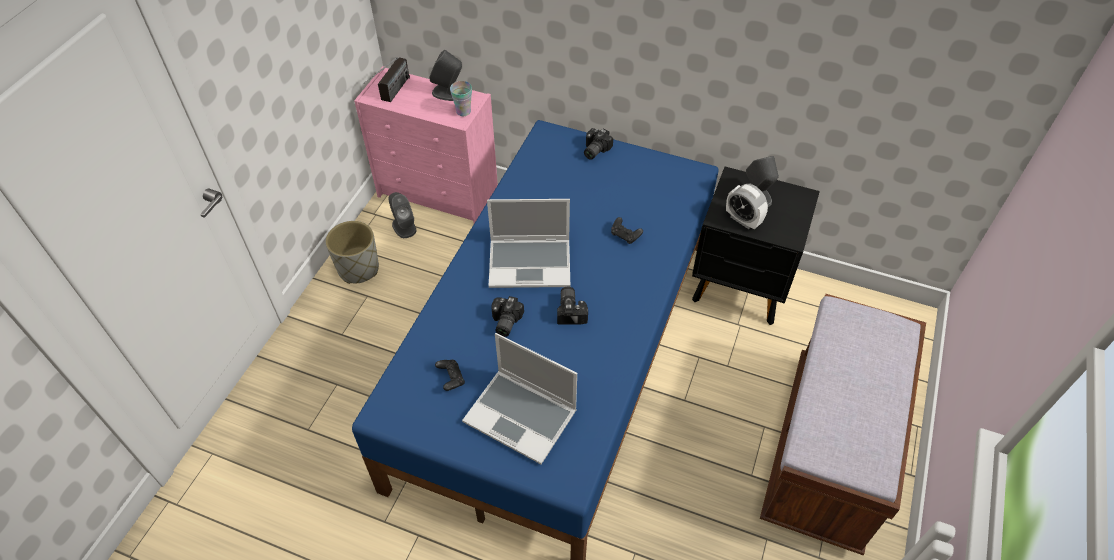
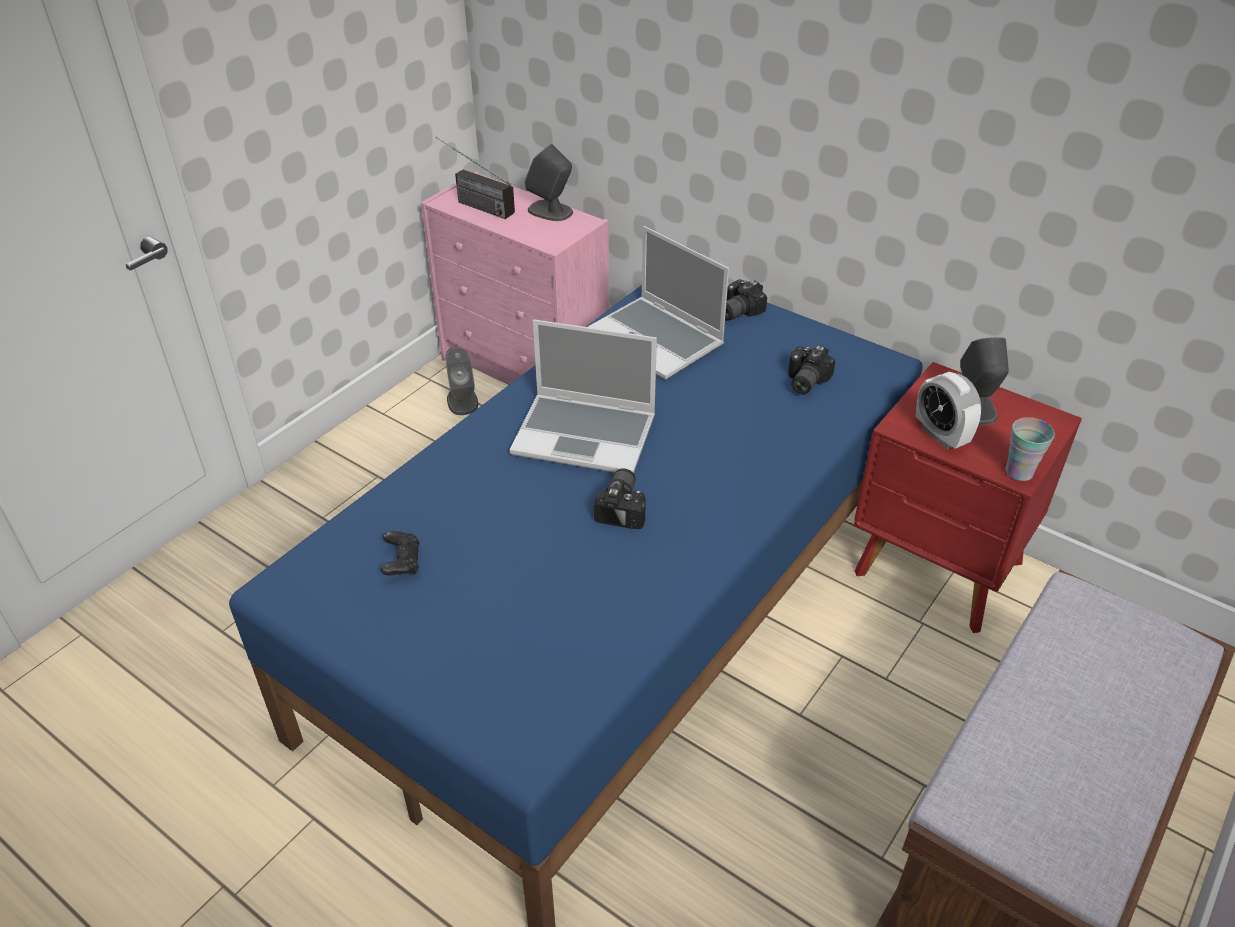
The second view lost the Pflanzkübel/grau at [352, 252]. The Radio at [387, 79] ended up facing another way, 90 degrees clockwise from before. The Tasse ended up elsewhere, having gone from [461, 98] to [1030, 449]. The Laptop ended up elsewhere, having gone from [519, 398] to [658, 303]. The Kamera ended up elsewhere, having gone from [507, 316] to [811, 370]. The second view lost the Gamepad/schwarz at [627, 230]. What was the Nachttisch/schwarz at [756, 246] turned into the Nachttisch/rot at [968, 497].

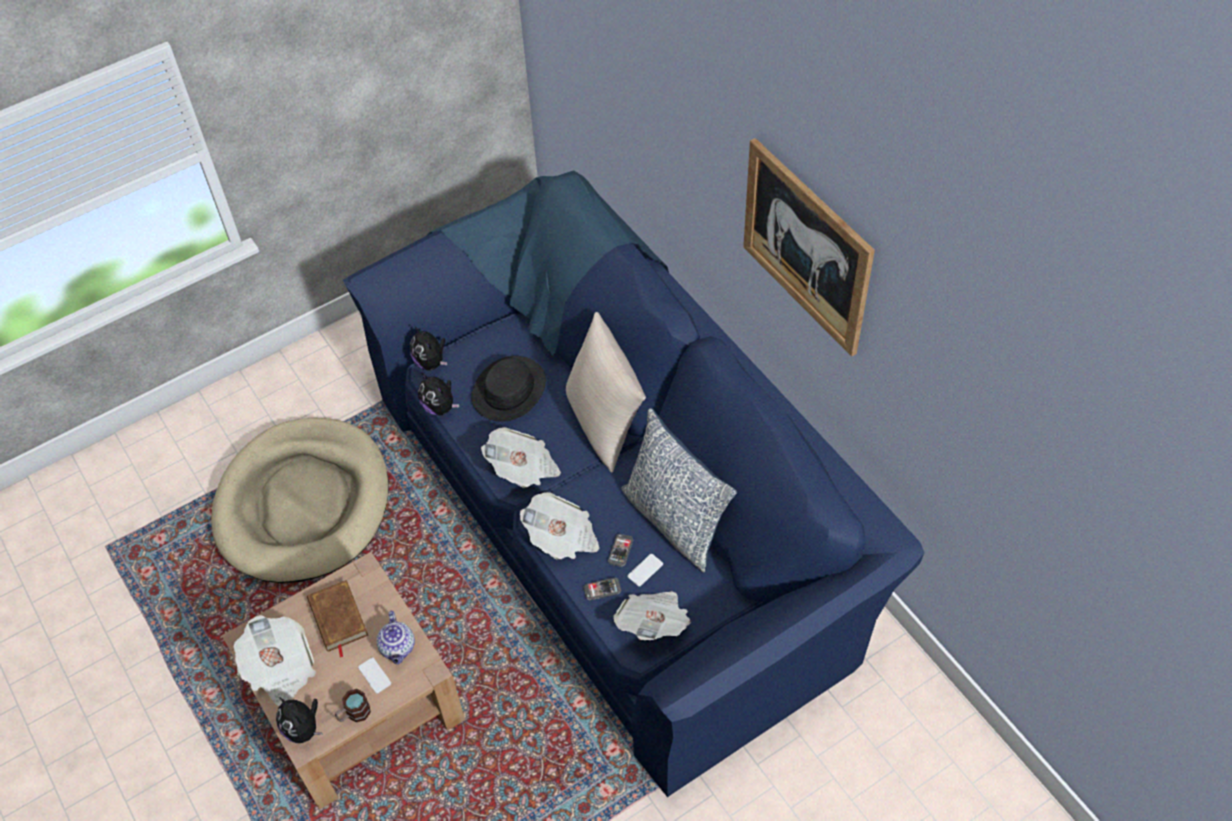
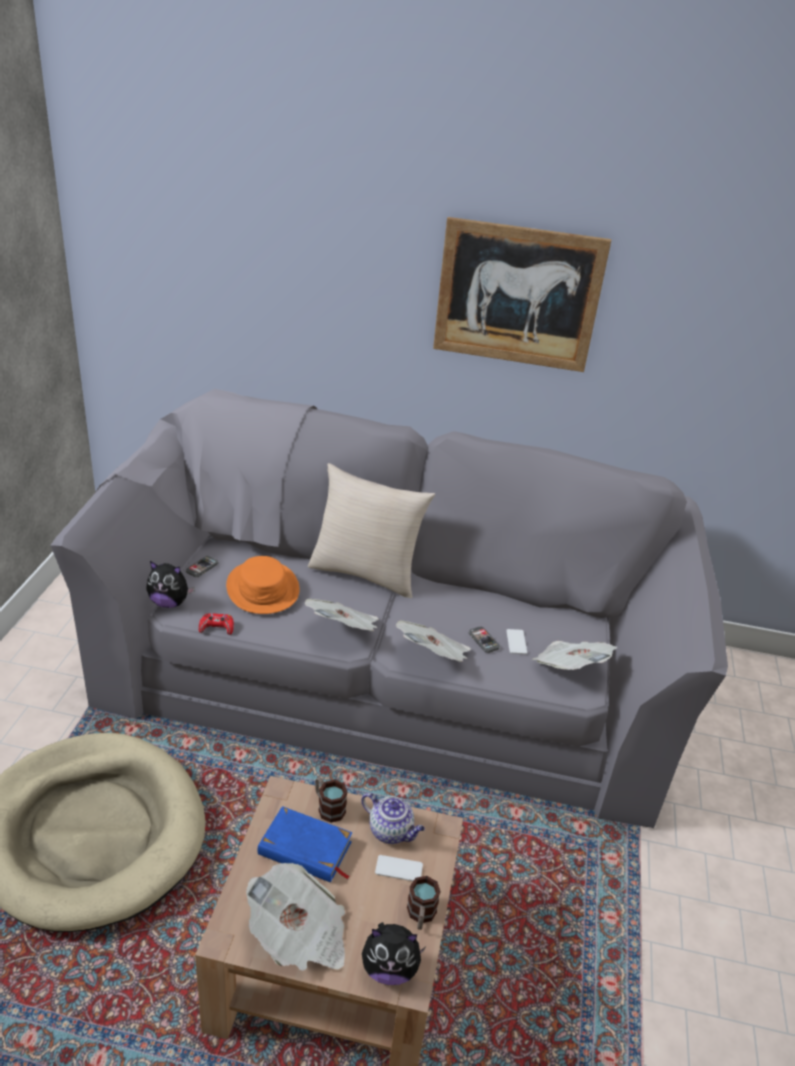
What was the Buch/braun at [337, 619] turned into the Buch/blau at [305, 844]. What was the Sofa/blau at [634, 483] turned into the Sofa/grau at [389, 608]. Where the Plüschtier stood at [438, 394], the Gamepad/rot came to stand at [216, 624]. What was the Hut/schwarz at [508, 389] turned into the Hut/orange at [262, 585]. The Handy ended up elsewhere, having gone from [602, 589] to [202, 566]. The second view lost the Kissen at [679, 490]. The second view gained the Henkelbecher at [331, 800].

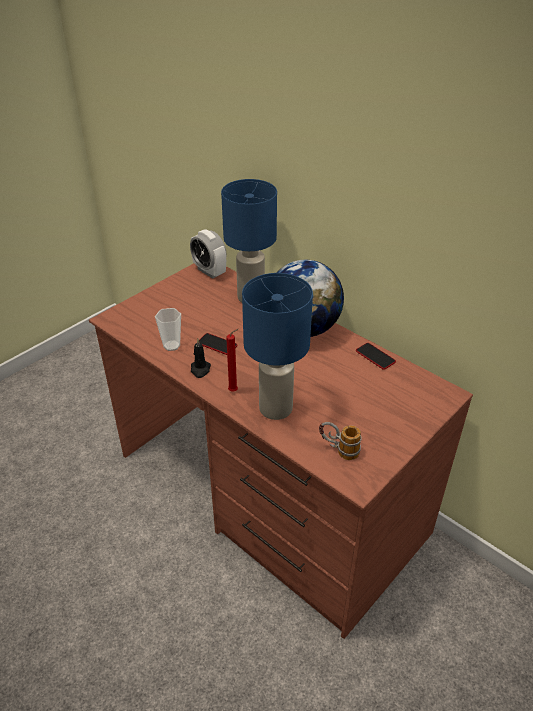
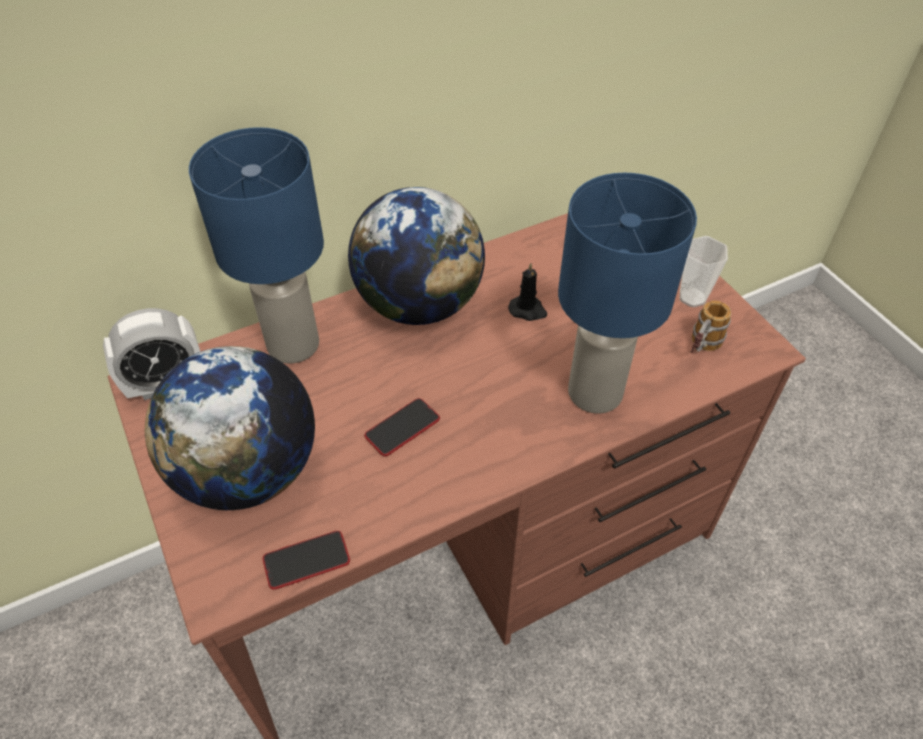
The Tasse ended up elsewhere, having gone from [168, 329] to [704, 271]. The Kerze/schwarz ended up elsewhere, having gone from [201, 358] to [527, 292]. The second view lost the Kerze/rot at [232, 360]. The Handy ended up elsewhere, having gone from [376, 356] to [306, 560]. The second view gained the Globus at [230, 428].

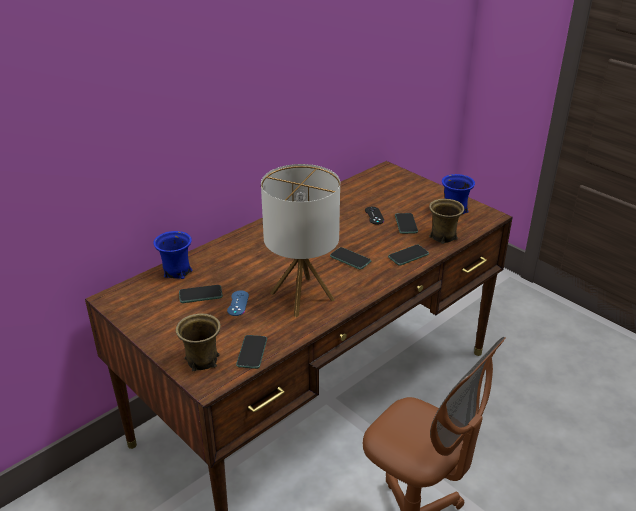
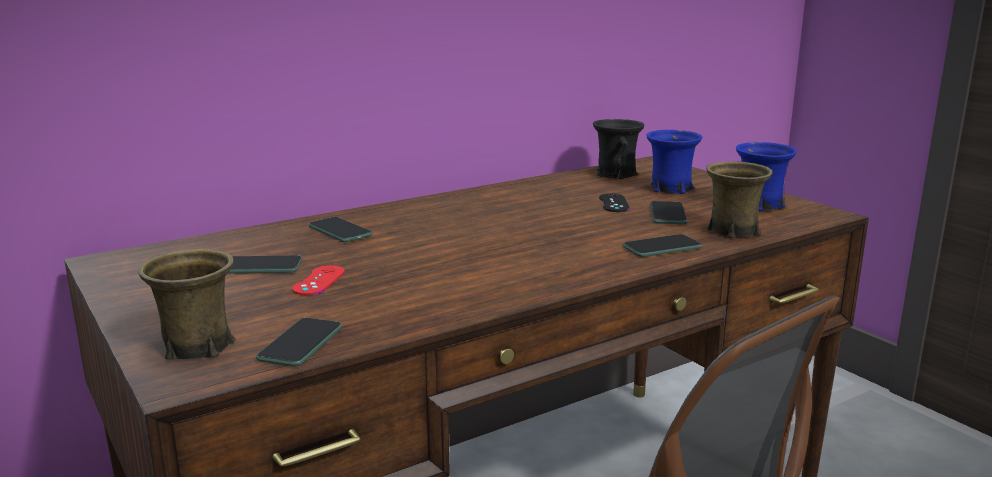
The Henkelbecher/blau ended up elsewhere, having gone from [173, 255] to [674, 162]. What was the Gamepad/blau at [238, 303] turned into the Gamepad/rot at [318, 280]. The second view lost the Tischlampe at [300, 240]. The Handy ended up elsewhere, having gone from [350, 258] to [340, 229]. The second view gained the Henkelbecher/schwarz at [618, 149].

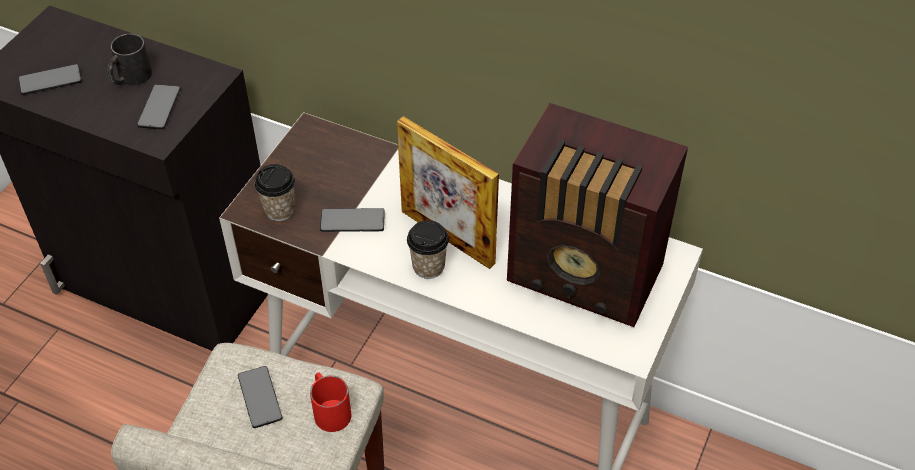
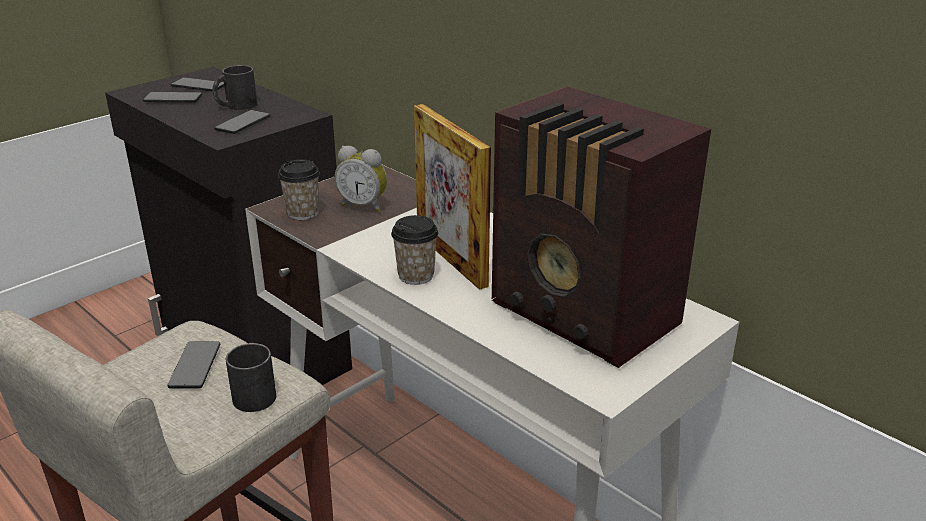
What was the Henkelbecher/rot at [331, 402] turned into the Henkelbecher/schwarz at [251, 377]. The Handy ended up elsewhere, having gone from [352, 220] to [197, 84]. The second view gained the Wecker at [361, 179].

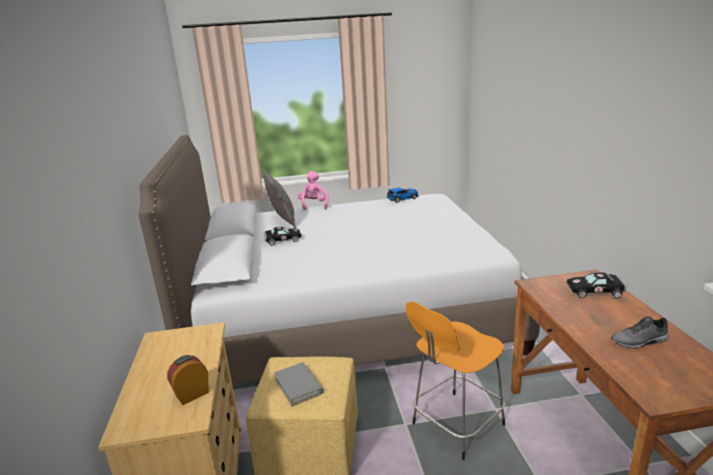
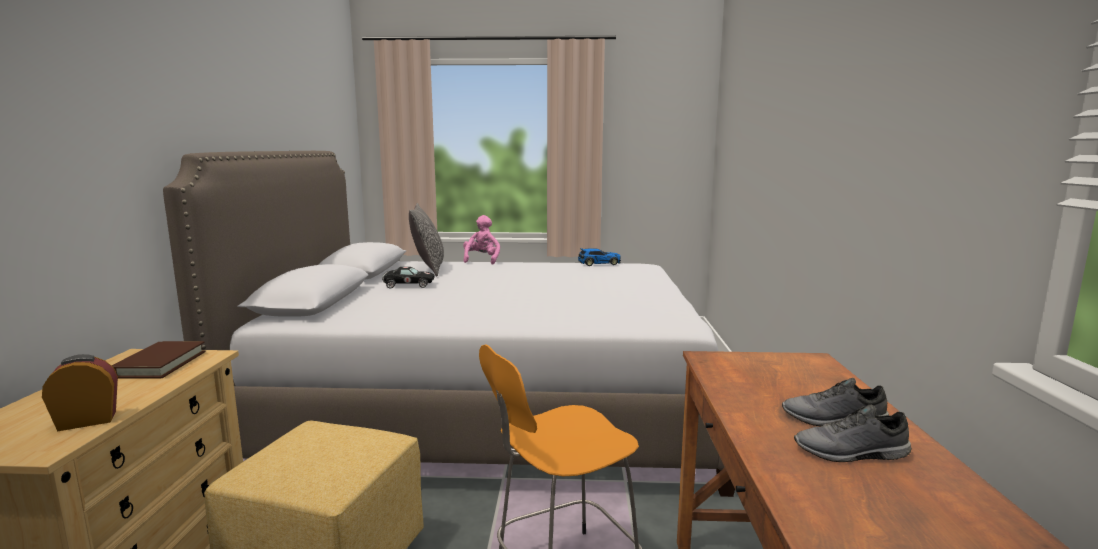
The second view lost the Buch/grau at [298, 384]. The second view lost the Spielzeugauto/schwarz at [596, 285]. The second view gained the Buch/braun at [159, 360]. The second view gained the Schuh/grau at [835, 402].

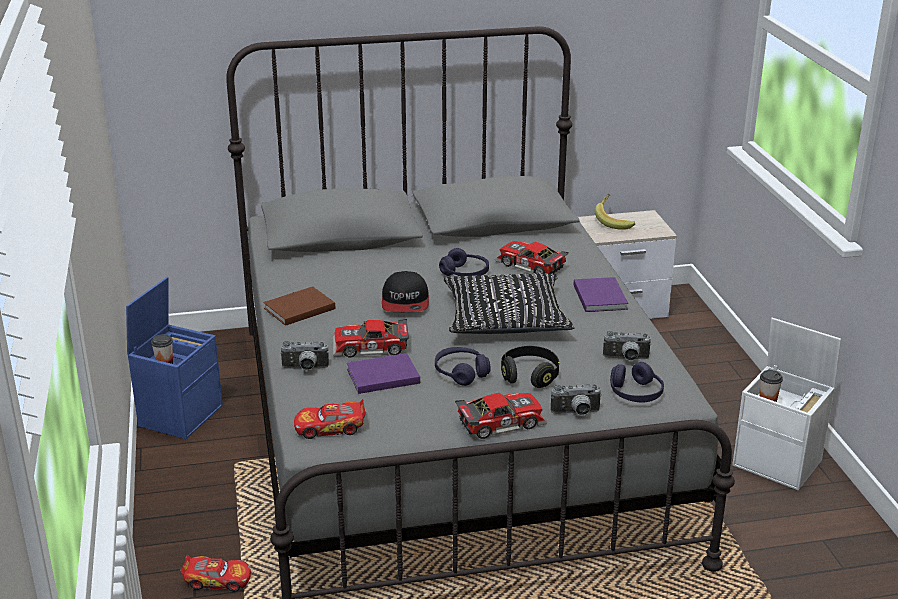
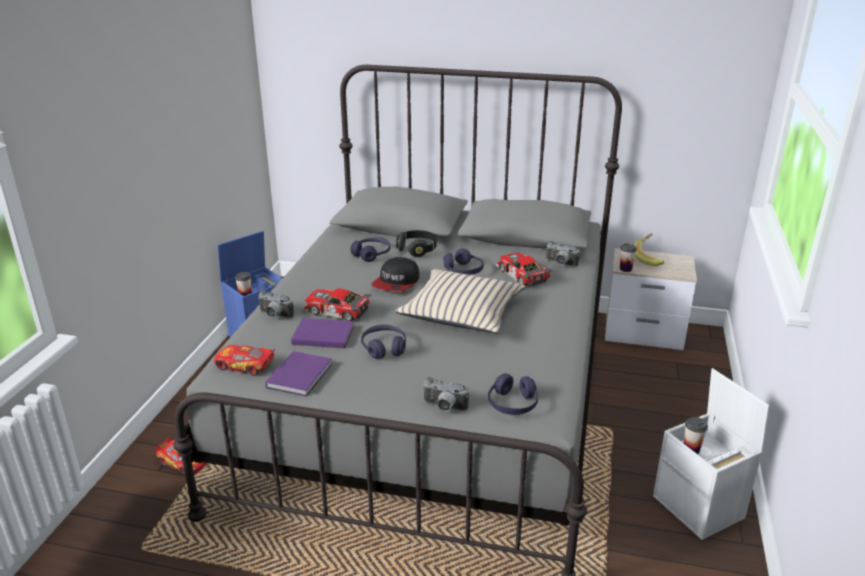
The second view lost the Buch/braun at [299, 306]. What was the Kissen/schwarz at [509, 303] turned into the Kissen/beige at [460, 301]. The second view lost the Spielzeugauto at [501, 416]. The Kopfhörer/schwarz ended up elsewhere, having gone from [530, 367] to [416, 243]. The Buch/lila ended up elsewhere, having gone from [601, 294] to [298, 374]. The Kamera ended up elsewhere, having gone from [627, 346] to [563, 254]. The second view gained the Kopfhörer/lila at [370, 250]. The second view gained the Tasse at [628, 257].

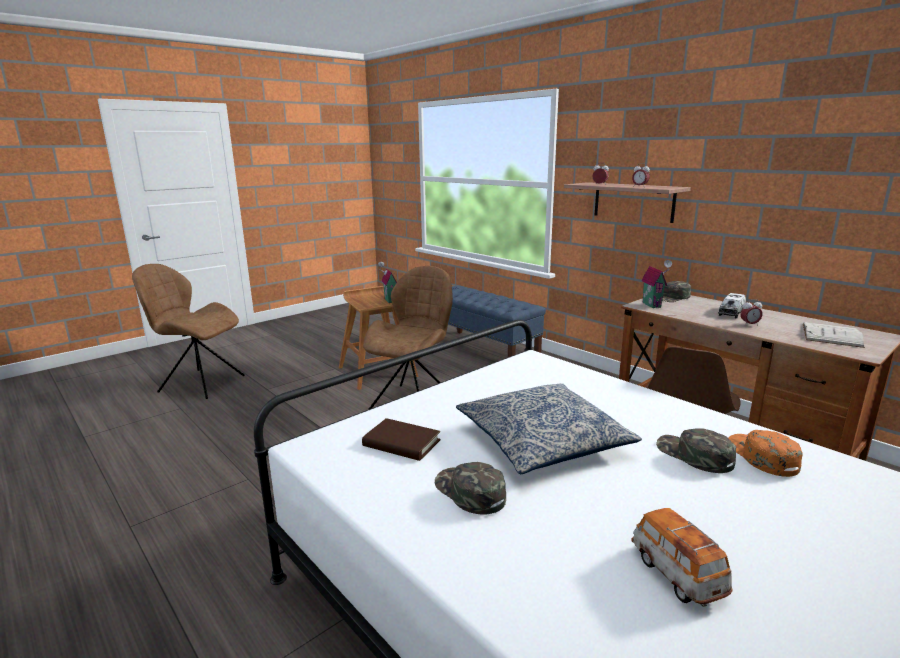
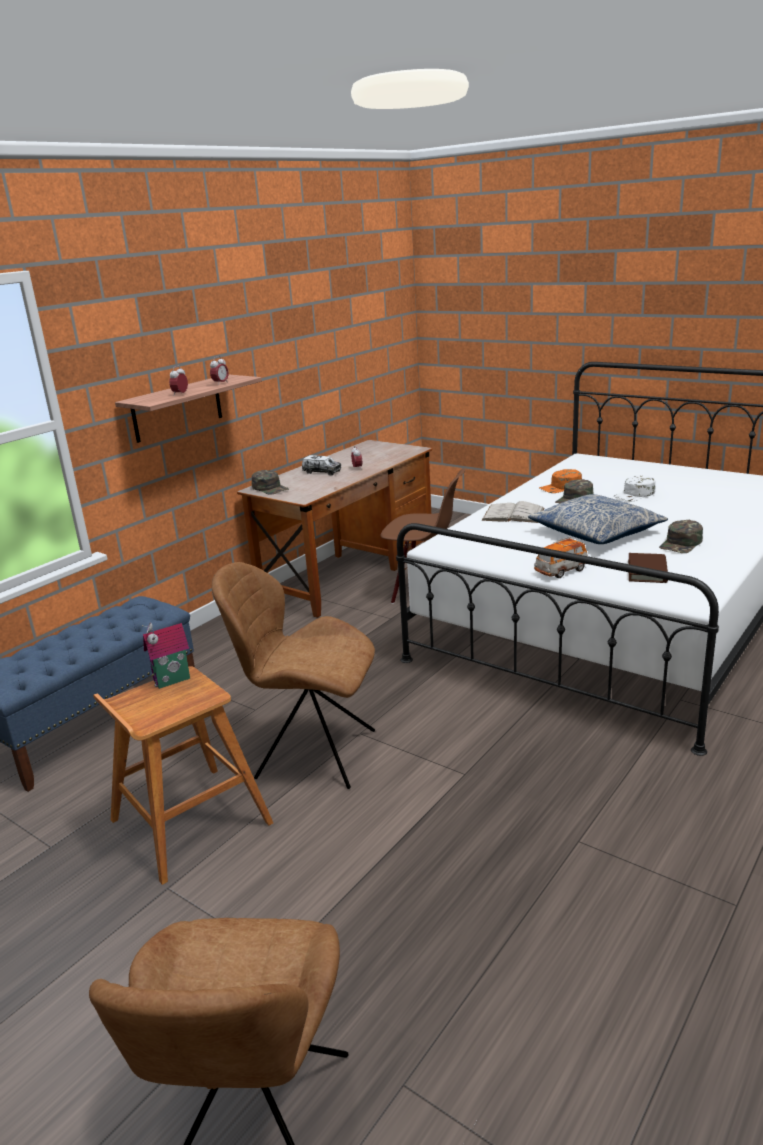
The Spielzeugauto ended up elsewhere, having gone from [682, 557] to [561, 557]. The second view lost the Spielzeughaus at [656, 284]. The Buch/weiß ended up elsewhere, having gone from [834, 335] to [513, 512]. The second view gained the Kappe/weiß at [634, 488].

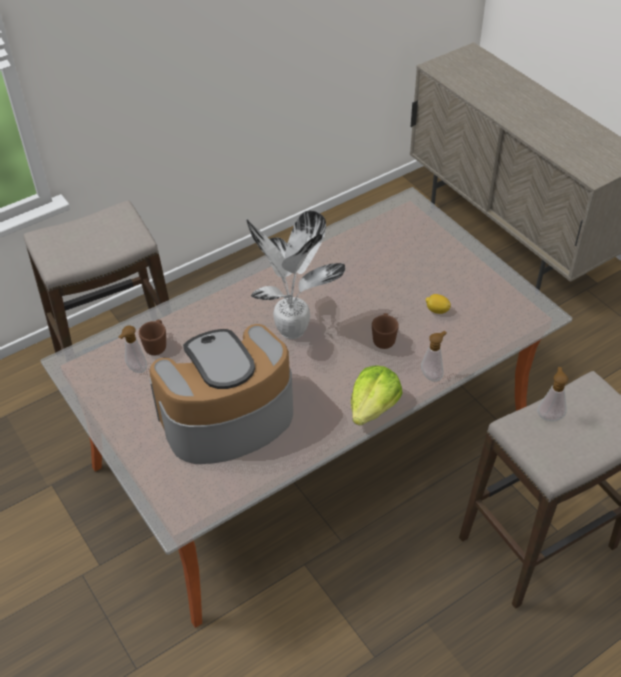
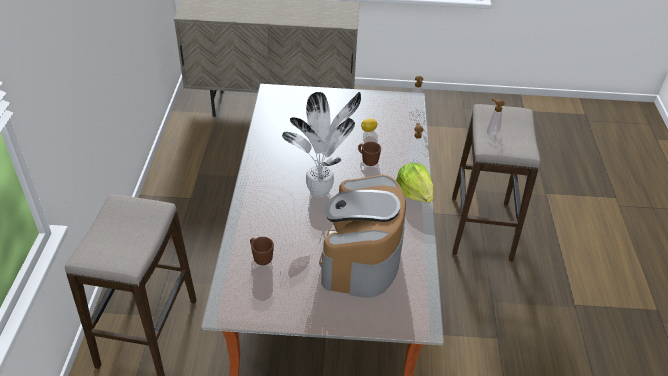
The Seifenspender ended up elsewhere, having gone from [132, 349] to [415, 93].

